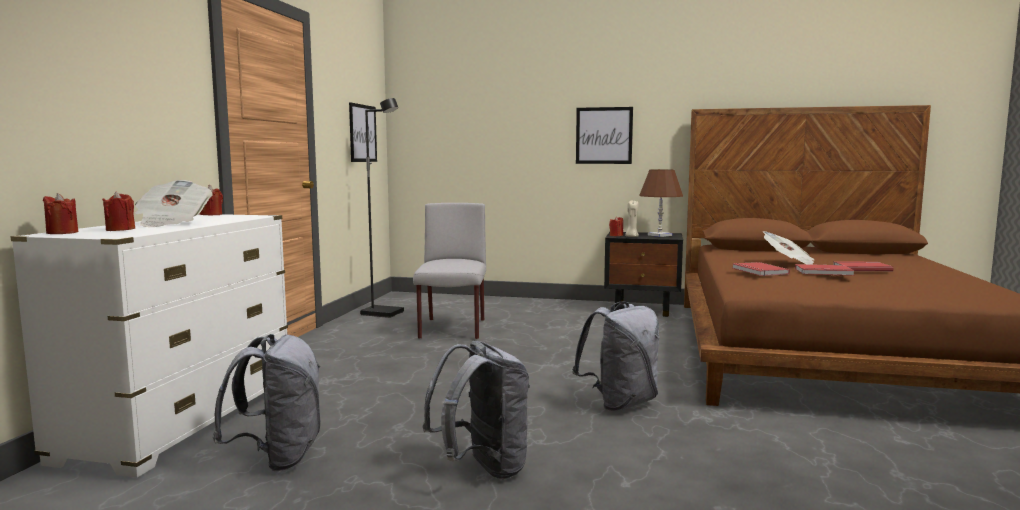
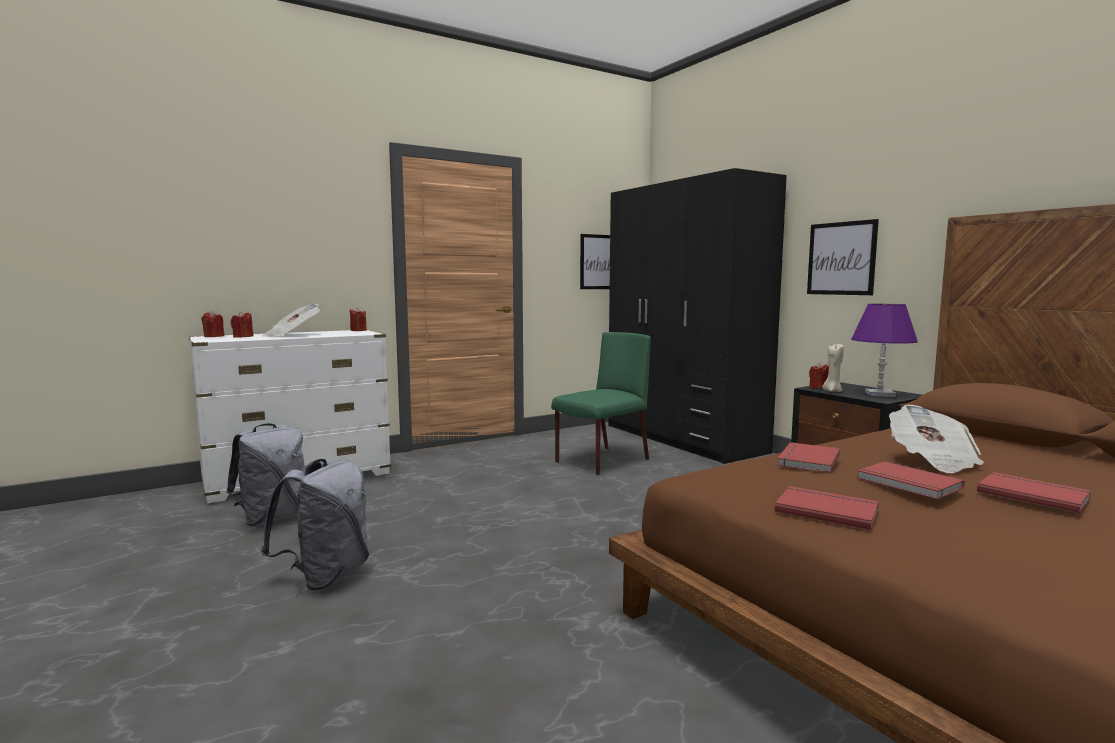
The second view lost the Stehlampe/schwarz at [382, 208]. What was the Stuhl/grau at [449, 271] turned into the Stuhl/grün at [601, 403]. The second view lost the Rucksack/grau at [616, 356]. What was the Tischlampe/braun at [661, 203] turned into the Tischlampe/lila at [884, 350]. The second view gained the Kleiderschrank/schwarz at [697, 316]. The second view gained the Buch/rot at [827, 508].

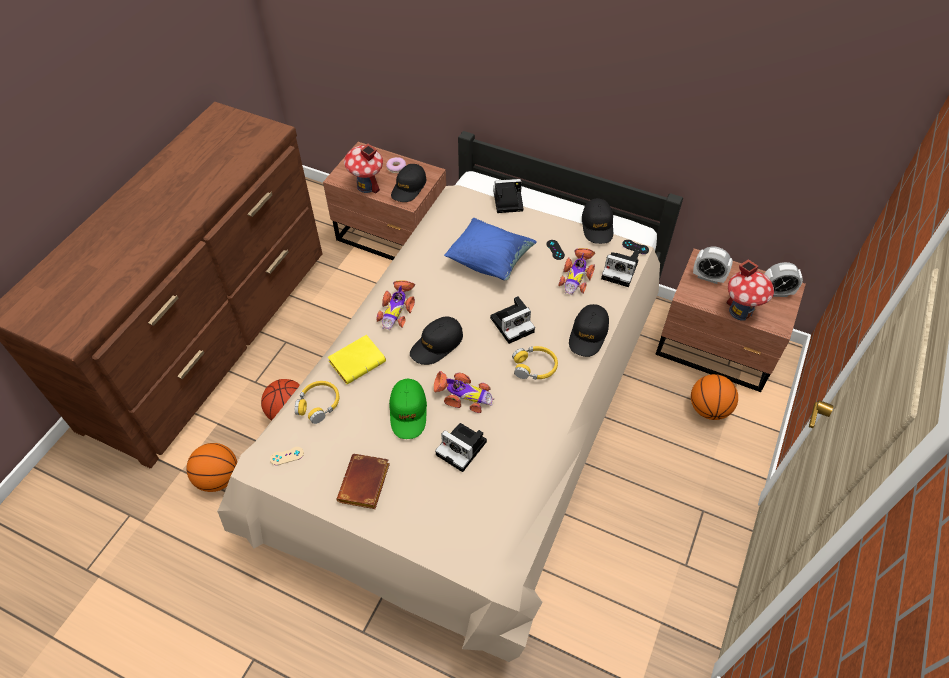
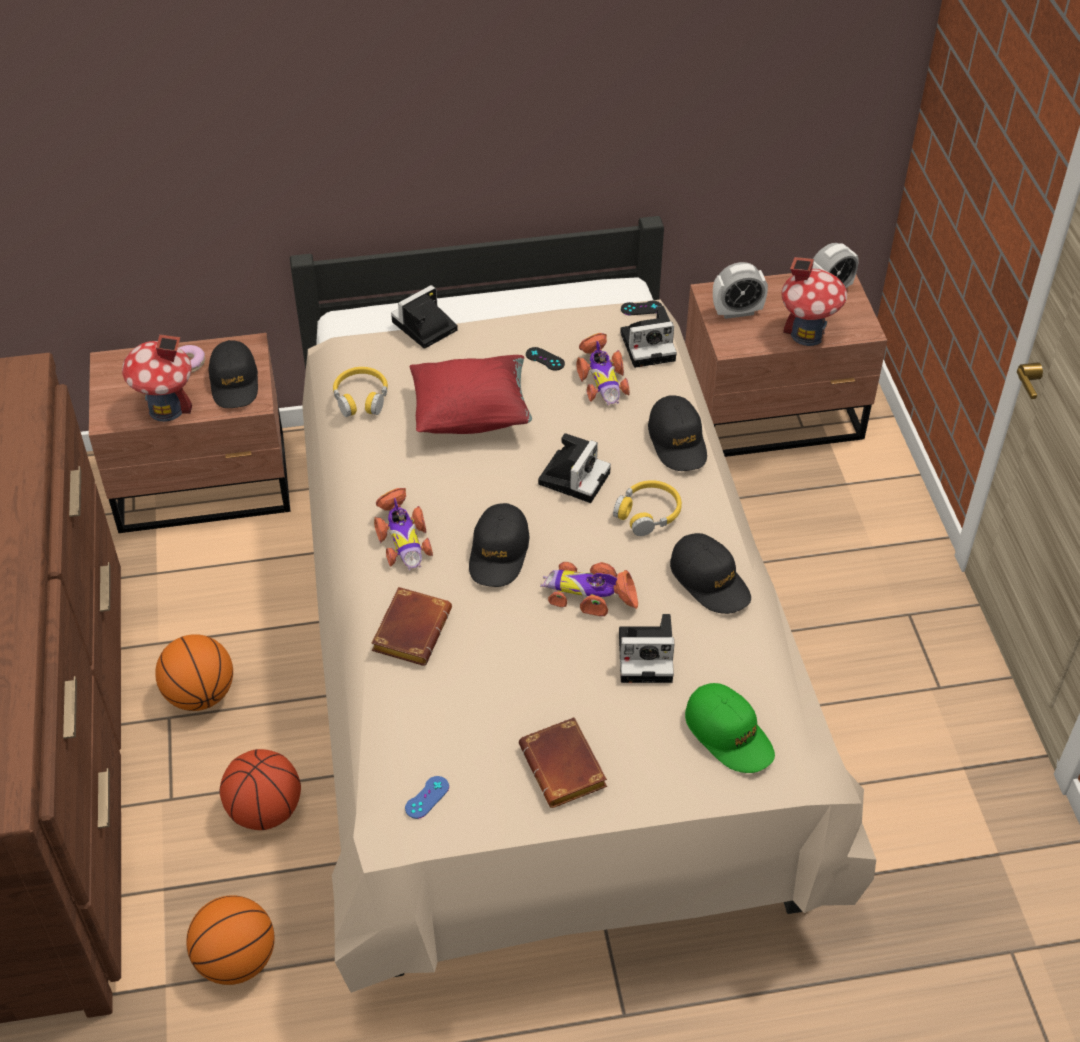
What was the Gamepad/beige at [287, 456] turned into the Gamepad/blau at [427, 797]. The Kopfhörer/gelb ended up elsewhere, having gone from [317, 402] to [360, 392]. What was the Buch/gelb at [357, 359] turned into the Buch/braun at [411, 626]. The Kappe/grün ended up elsewhere, having gone from [408, 409] to [730, 728]. The Spielzeugauto at [464, 392] ended up facing another way, 150 degrees counterclockwise from before. What was the Kissen/blau at [490, 249] turned into the Kissen/rot at [471, 394]. The Kappe/schwarz ended up elsewhere, having gone from [597, 221] to [710, 573]. The Basketball ended up elsewhere, having gone from [714, 397] to [194, 672].

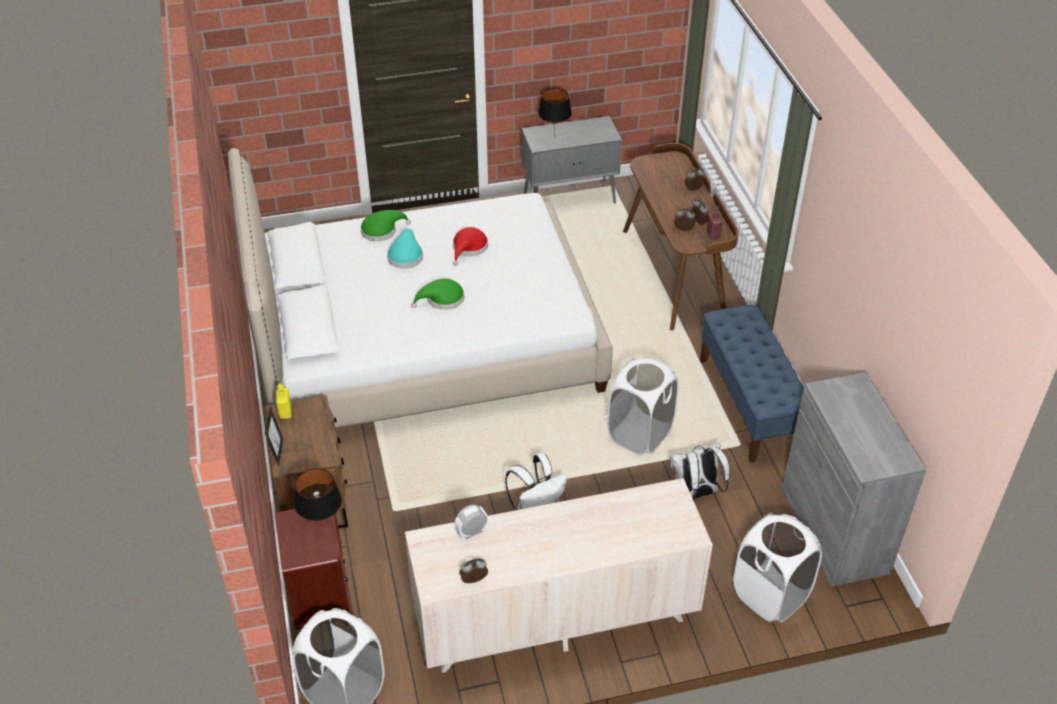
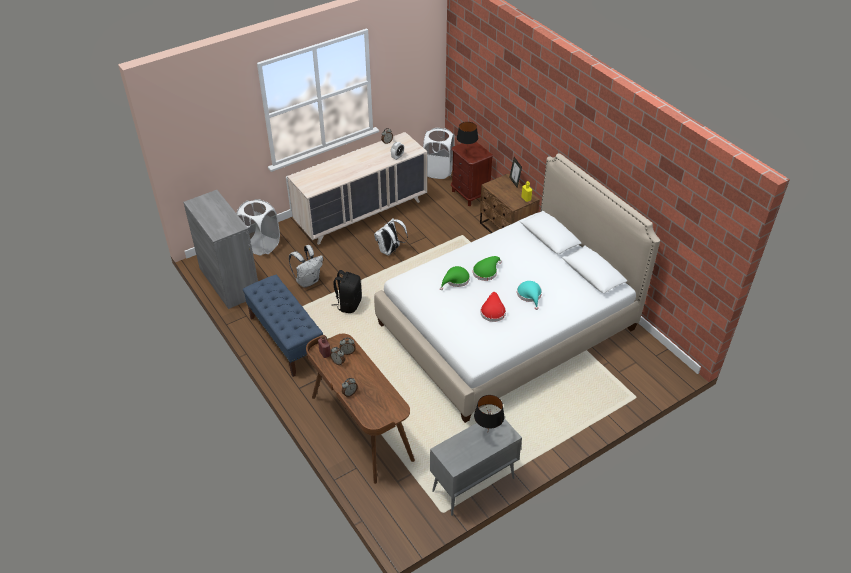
The Hut/grün ended up elsewhere, having gone from [385, 225] to [455, 278]. Where the Wäschekorb/weiß stood at [643, 405], the Rucksack/schwarz came to stand at [346, 291].

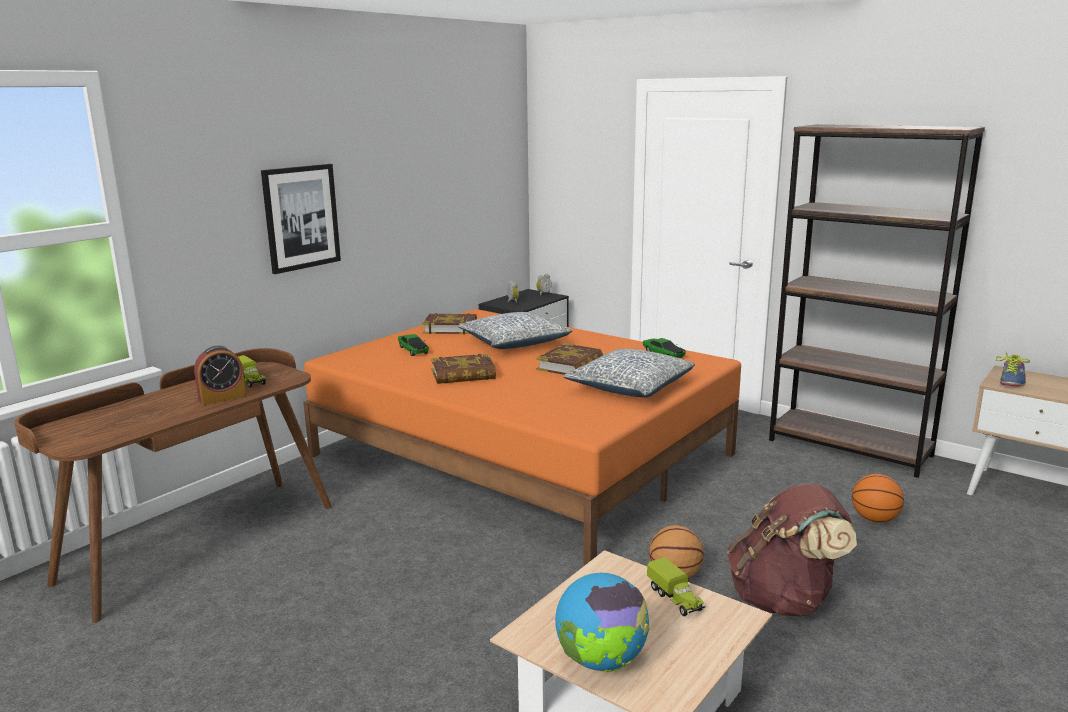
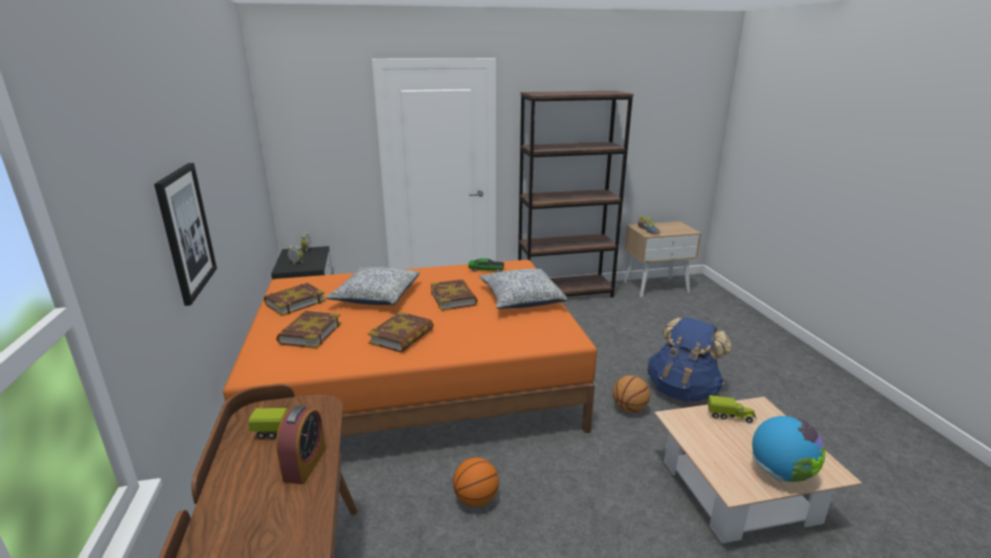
Where the Spielzeugauto stood at [413, 345], the Buch came to stand at [308, 330]. What was the Rucksack/braun at [792, 549] turned into the Rucksack/blau at [689, 359]. The Basketball ended up elsewhere, having gone from [878, 498] to [476, 482].

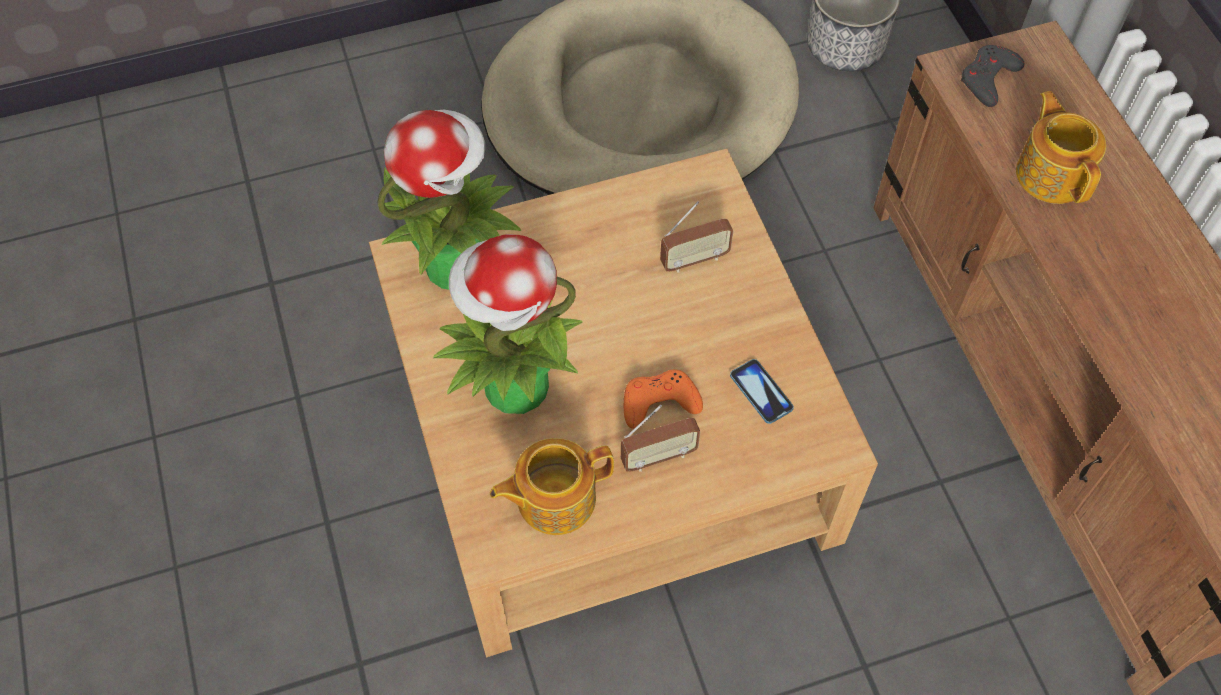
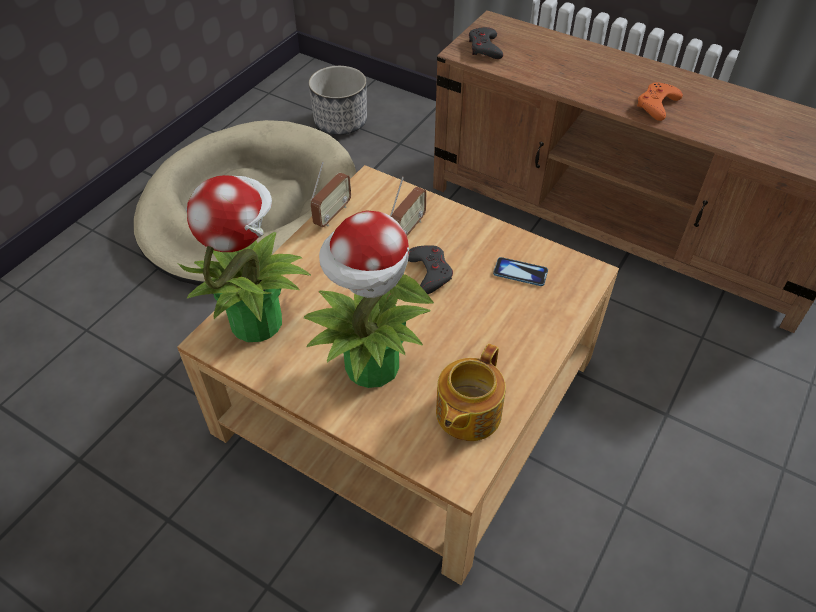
The Radio ended up elsewhere, having gone from [660, 438] to [330, 194]. The Gamepad/orange ended up elsewhere, having gone from [663, 399] to [660, 101]. The second view lost the Teekanne at [1061, 147]. The second view gained the Gamepad/grau at [430, 269].

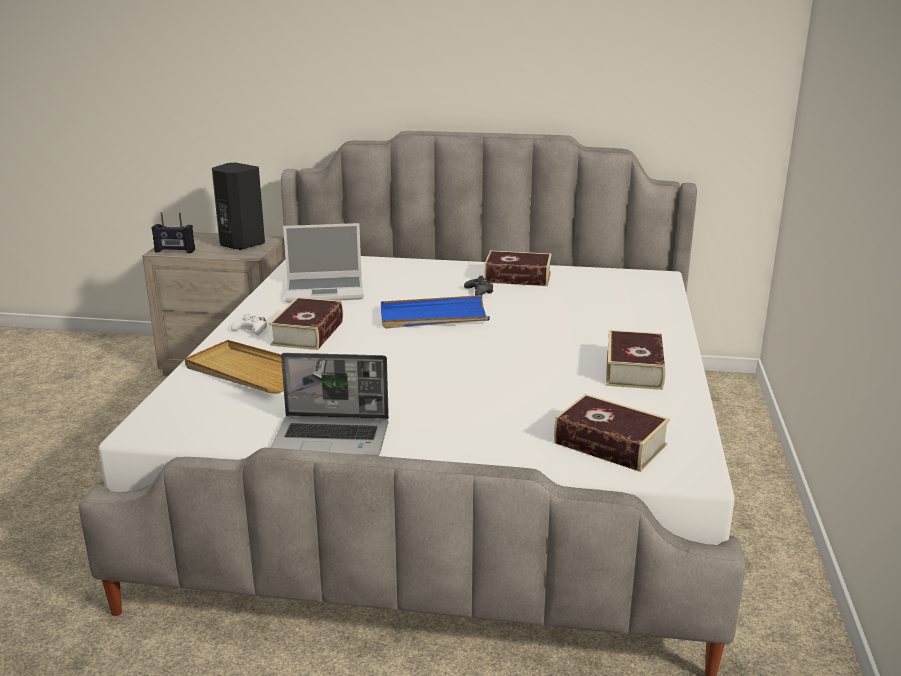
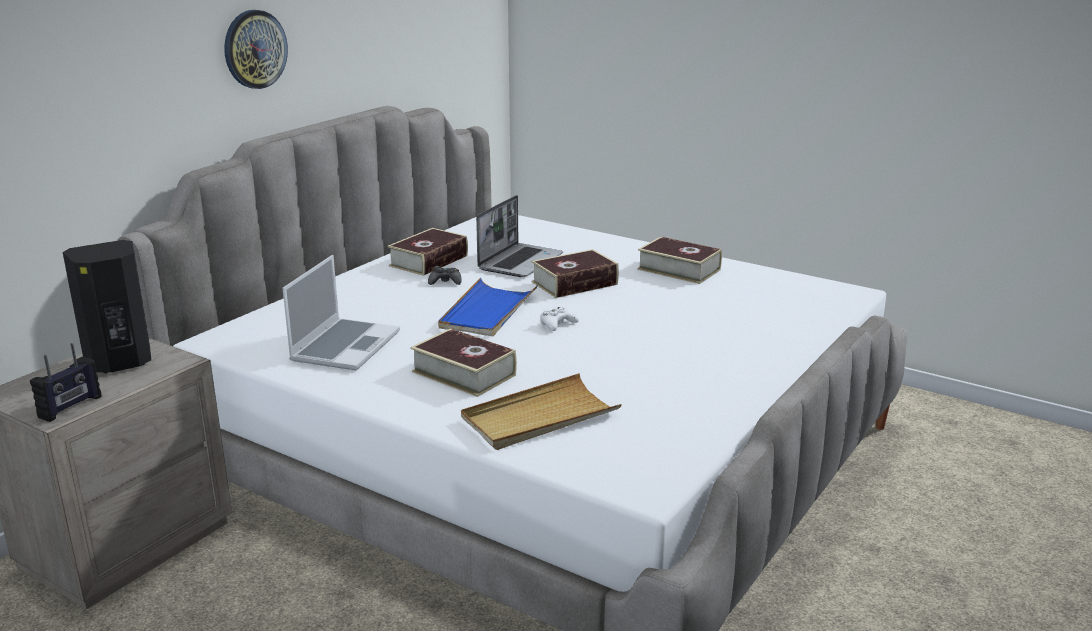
The Gamepad/weiß ended up elsewhere, having gone from [249, 324] to [559, 319]. The Laptop ended up elsewhere, having gone from [329, 404] to [519, 236]. The Buch ended up elsewhere, having gone from [612, 433] to [575, 273]. The second view gained the Wanduhr at [256, 49].

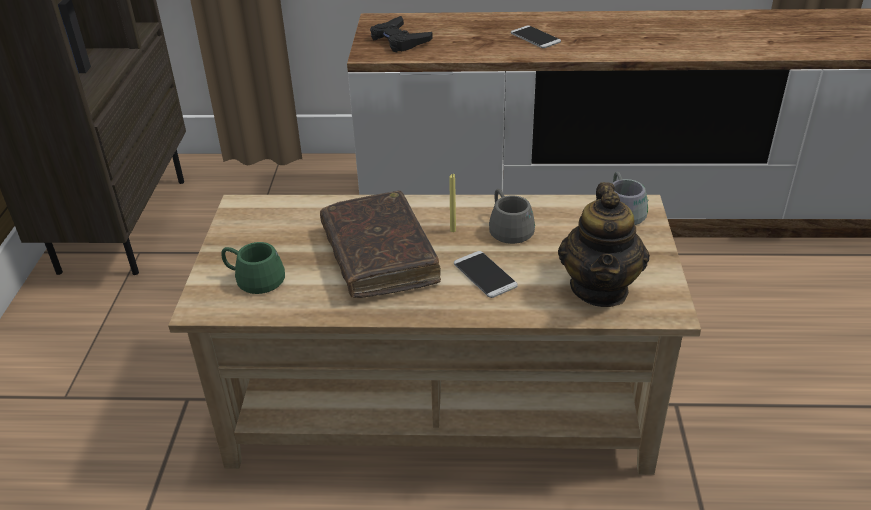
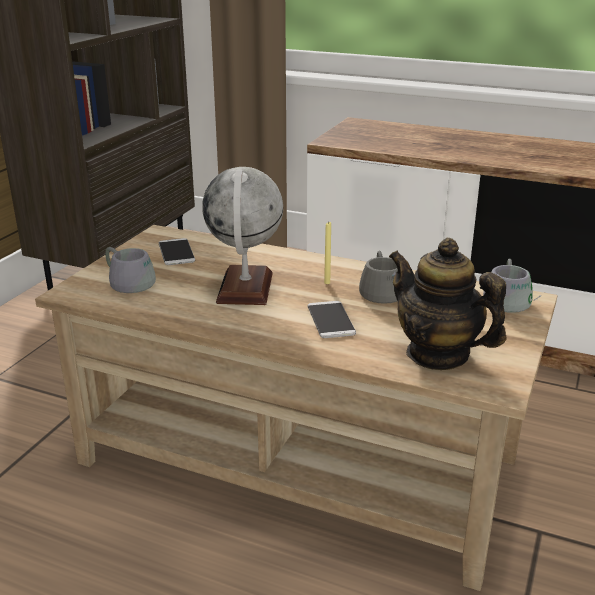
What was the Henkelbecher/grün at [253, 268] turned into the Henkelbecher/grau at [130, 270]. Where the Buch/braun stood at [380, 244], the Globus came to stand at [242, 236]. The second view lost the Gamepad/schwarz at [401, 34]. The Handy ended up elsewhere, having gone from [536, 37] to [177, 251]. The Teekanne at [604, 244] ended up facing another way, 105 degrees clockwise from before.

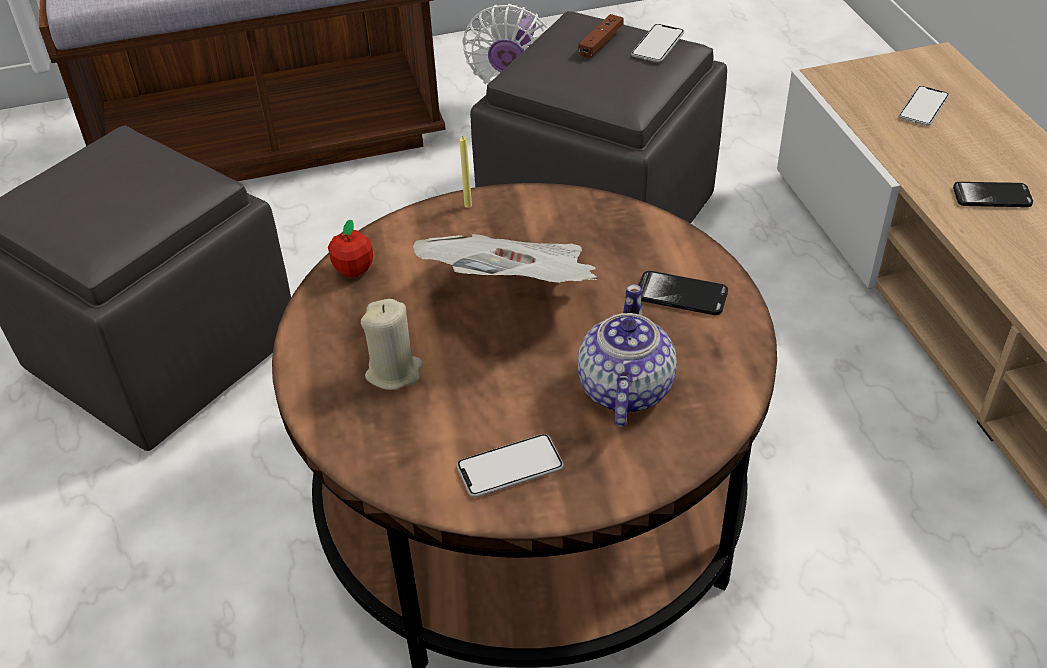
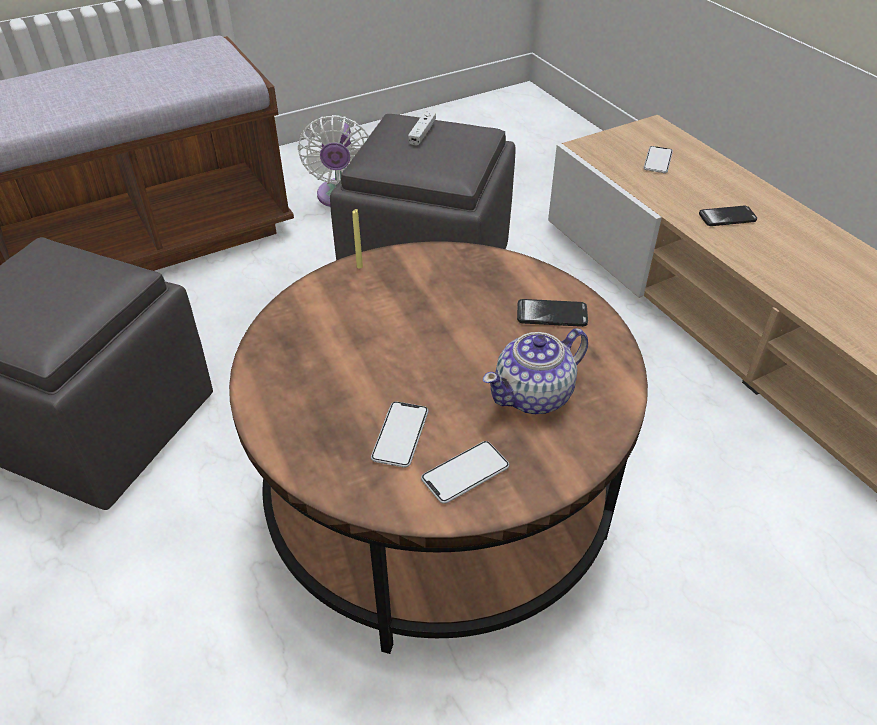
The second view lost the Apfel at [350, 249]. The second view lost the Kerze/beige at [392, 344]. The second view lost the Zeitung at [505, 258]. What was the Gamepad/braun at [600, 36] turned into the Gamepad/weiß at [422, 128]. The Teekanne at [627, 355] ended up facing another way, 120 degrees counterclockwise from before. The Handy ended up elsewhere, having gone from [657, 43] to [399, 435].

